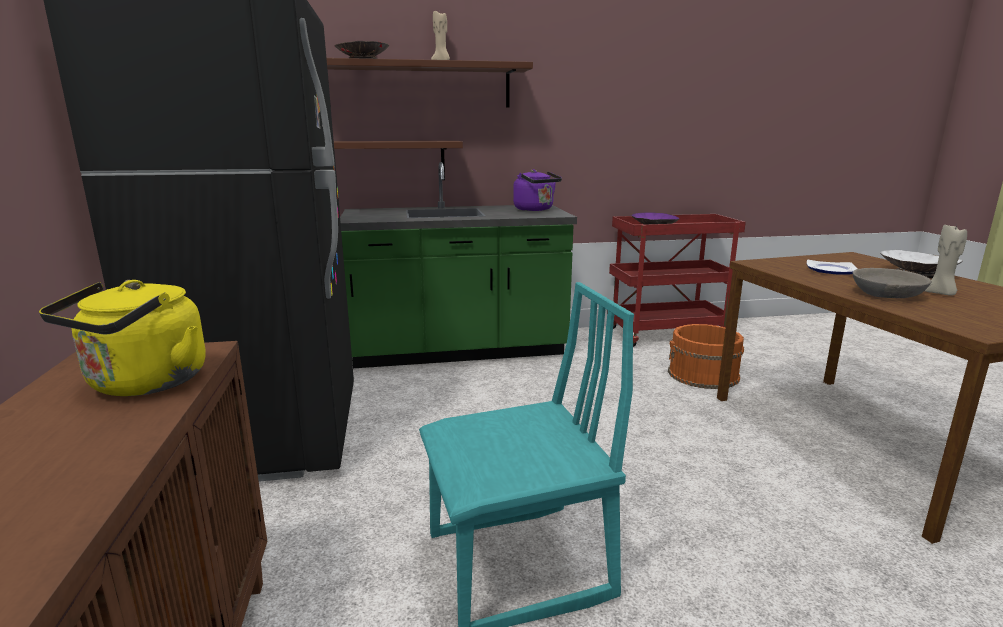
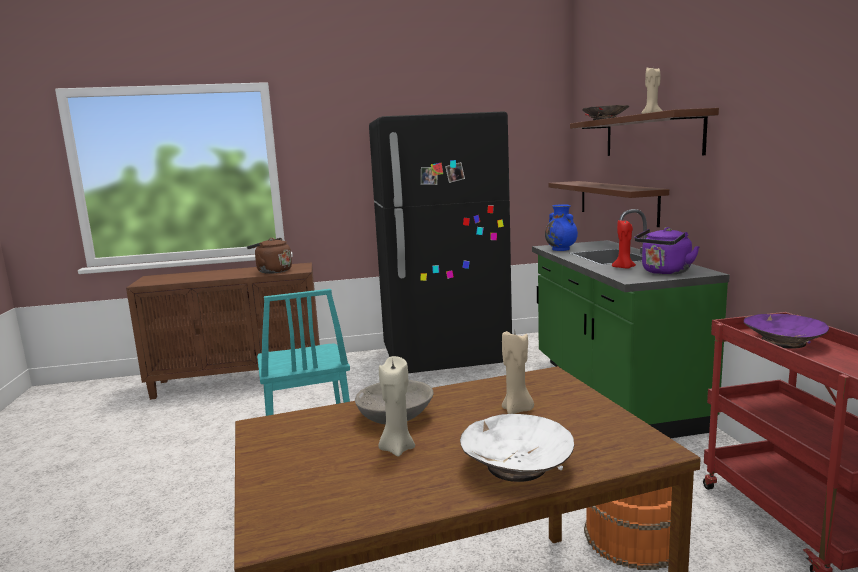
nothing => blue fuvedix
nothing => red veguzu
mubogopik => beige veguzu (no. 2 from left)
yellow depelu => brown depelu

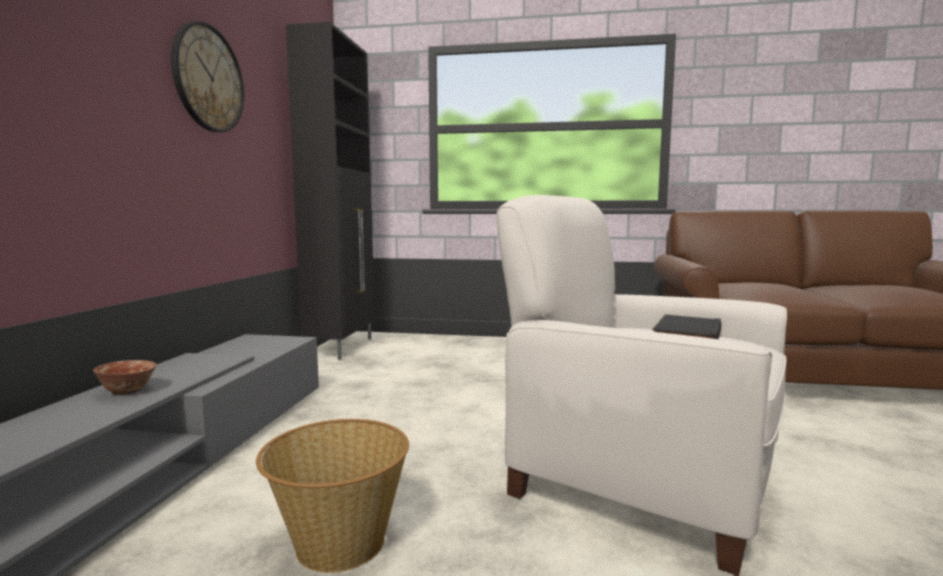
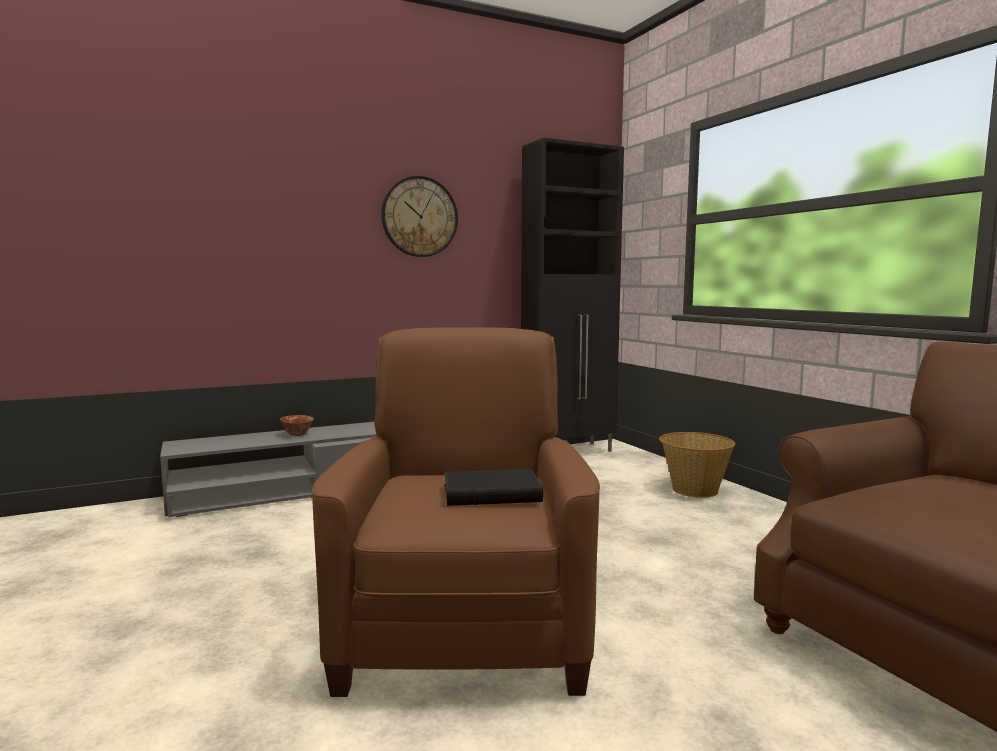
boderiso, shifted
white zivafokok => brown zivafokok

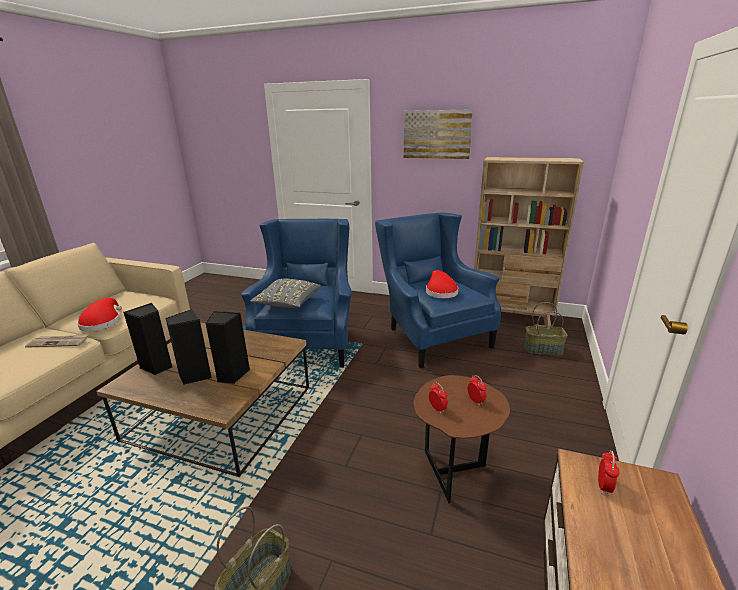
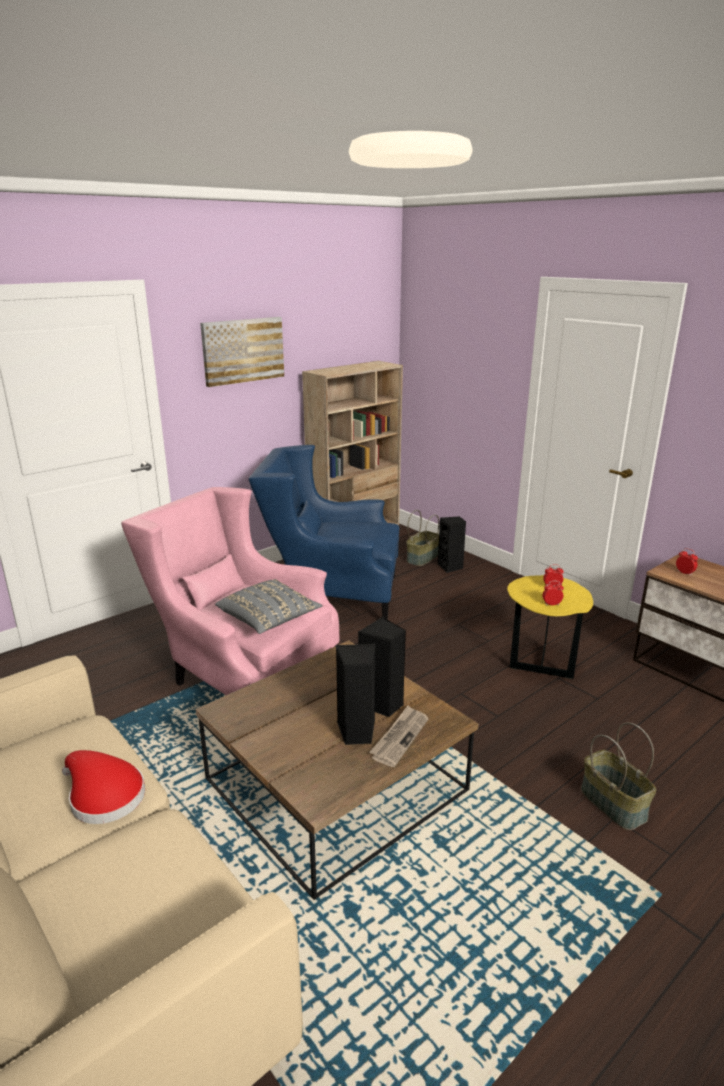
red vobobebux (no. 2 from left) => nothing
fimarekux, shifted
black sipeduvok (no. 1 from left in the first image) => black sipeduvok (no. 3 from left), shifted
blue zivafokok (no. 1 from left) => pink zivafokok
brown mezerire => yellow mezerire

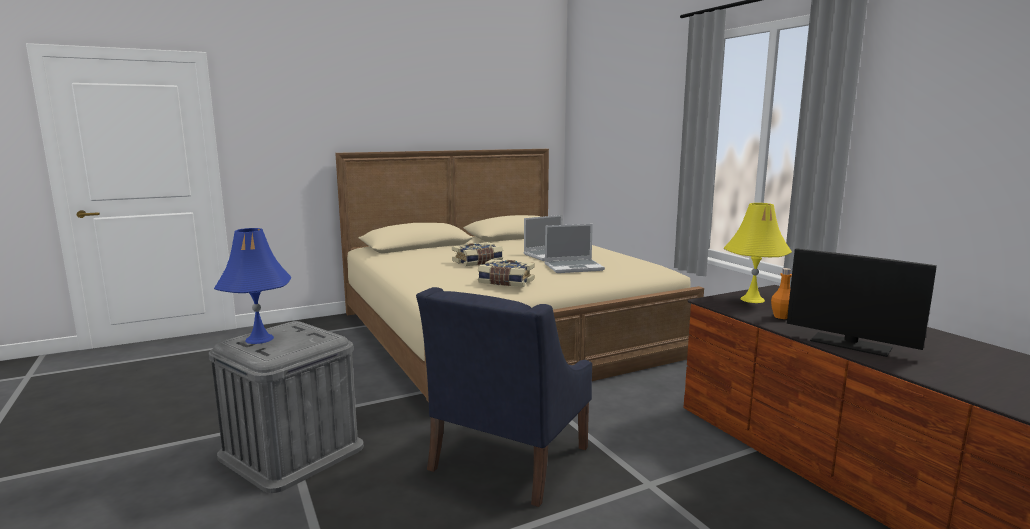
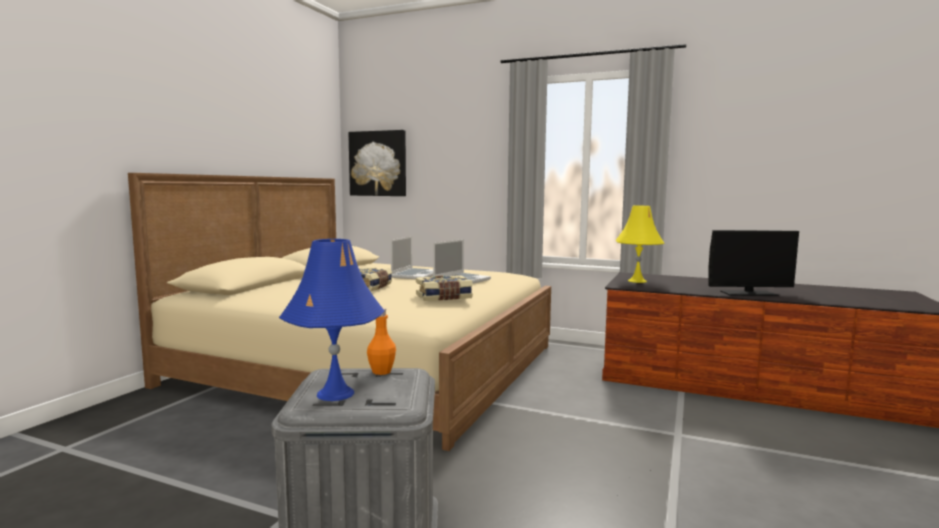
blue zivafokok => nothing
nothing => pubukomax
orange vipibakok, shifted

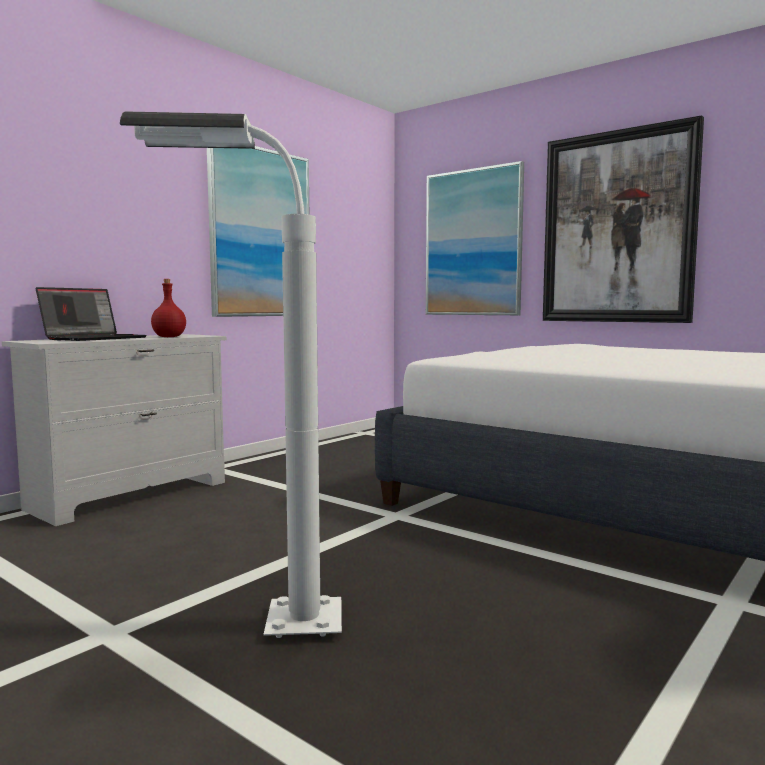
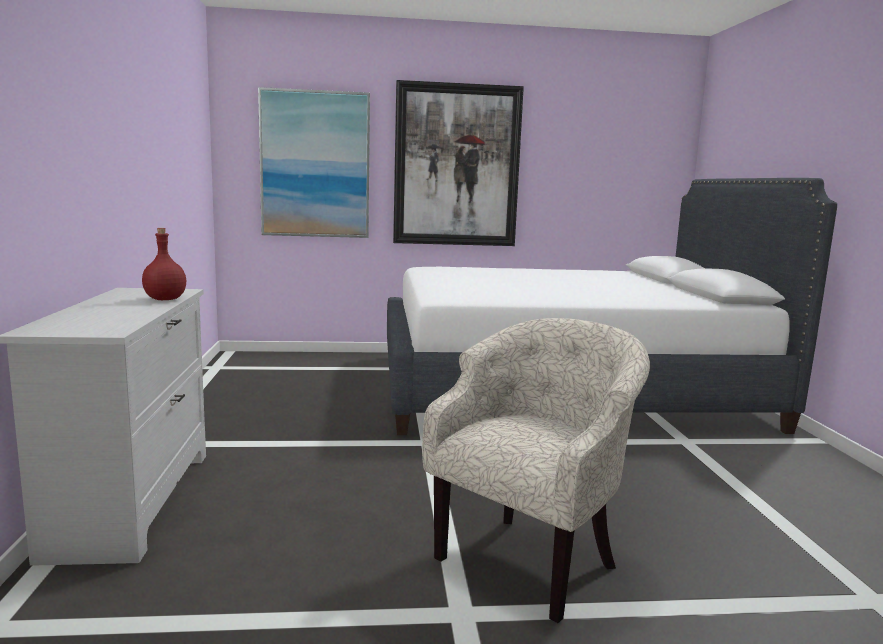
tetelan => nothing
pubukomax (no. 1 from left) => nothing
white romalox => beige zivafokok

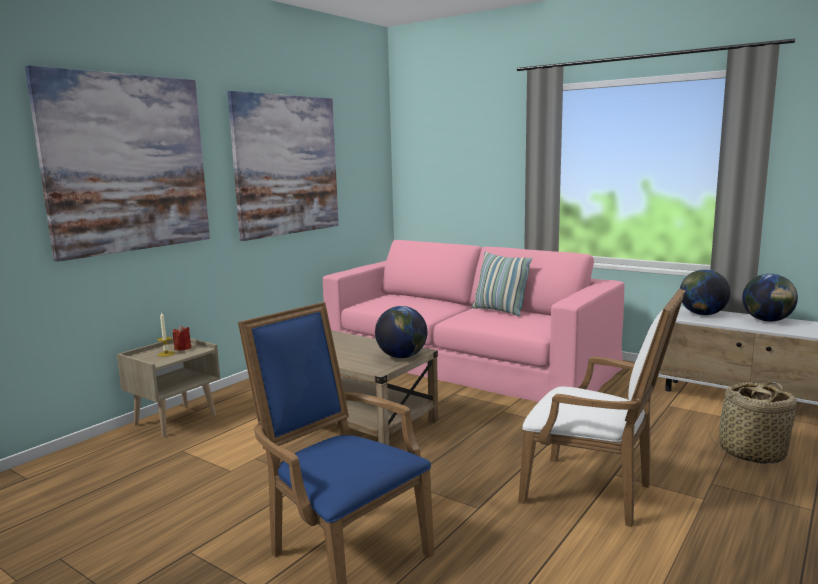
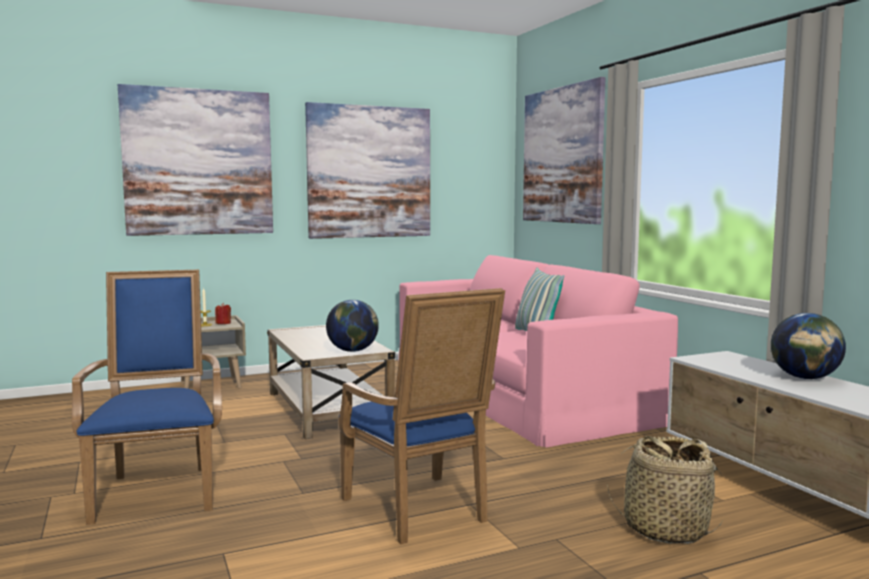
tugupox (no. 2 from left) => nothing
nothing => pubukomax (no. 3 from left)
white zivafokok => blue zivafokok (no. 2 from left)

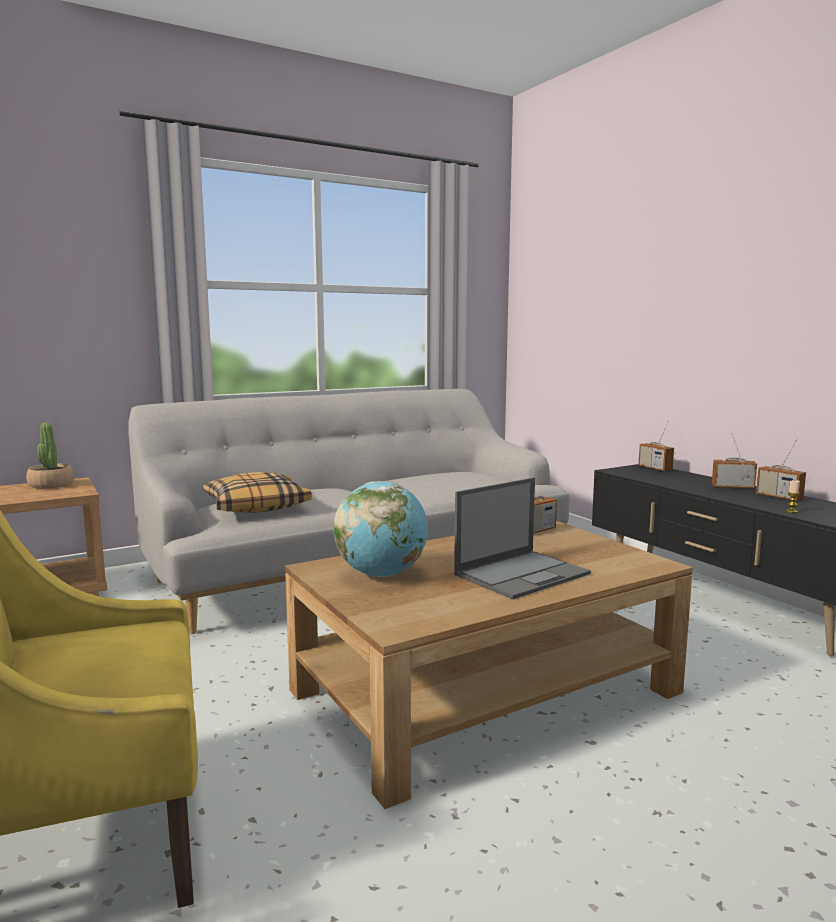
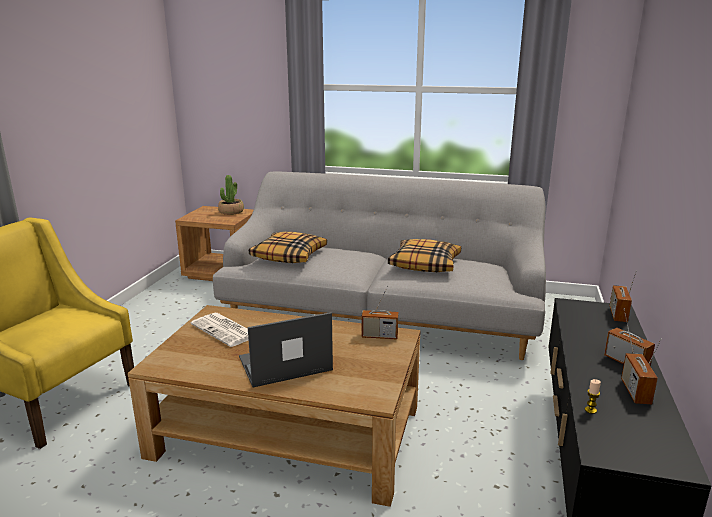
nothing => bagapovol (no. 2 from left)
tugupox => fimarekux
tetelan, 150 degrees clockwise

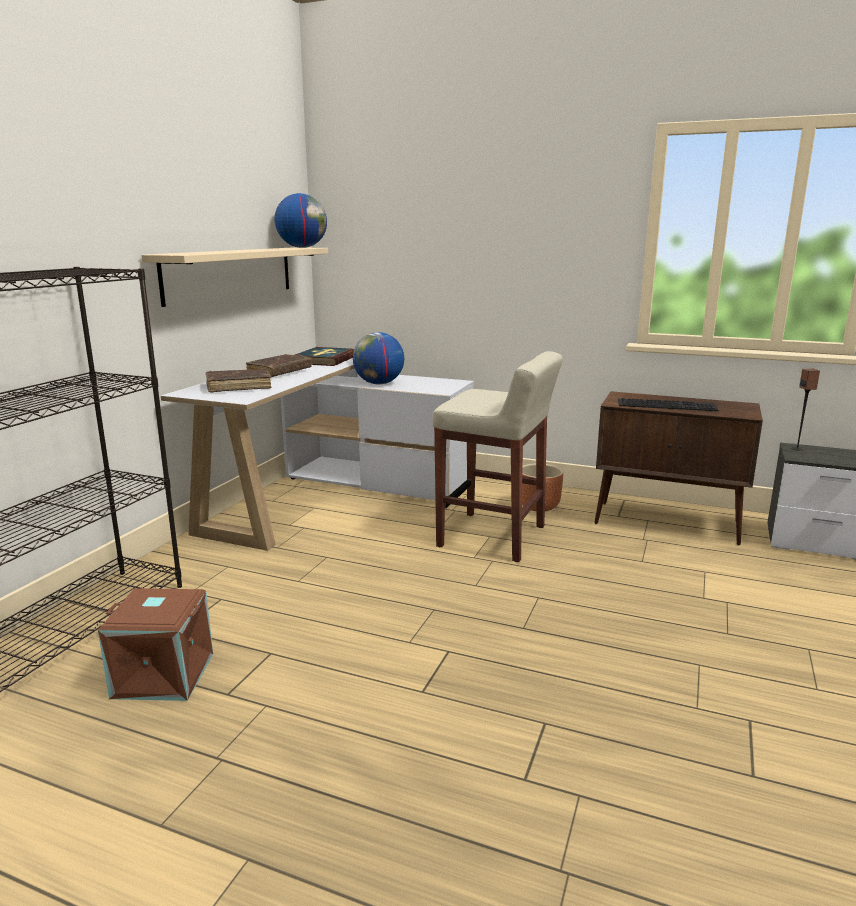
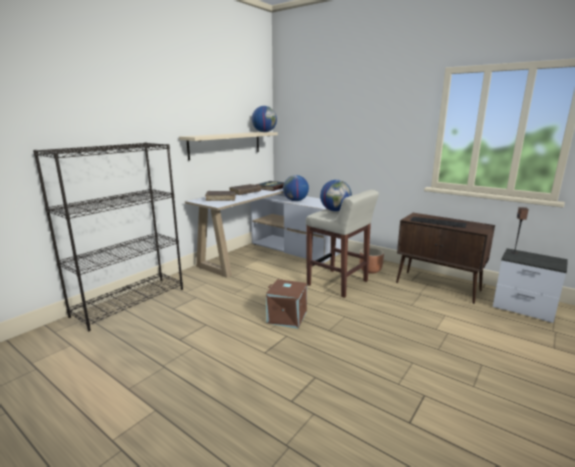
nothing => tugupox (no. 3 from left)
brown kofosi, shifted

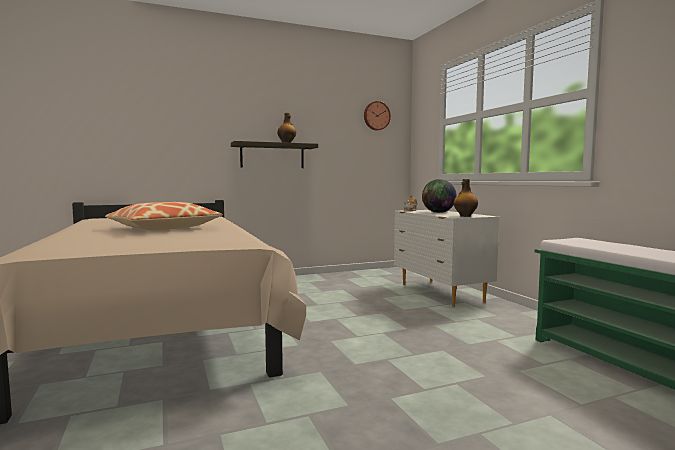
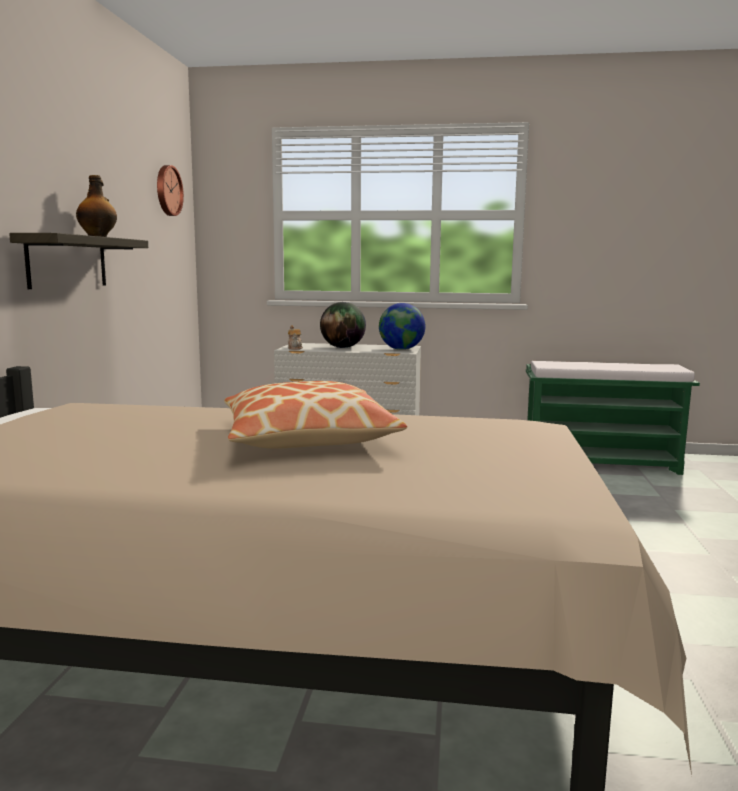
vipibakok (no. 2 from left) => tugupox (no. 2 from left)

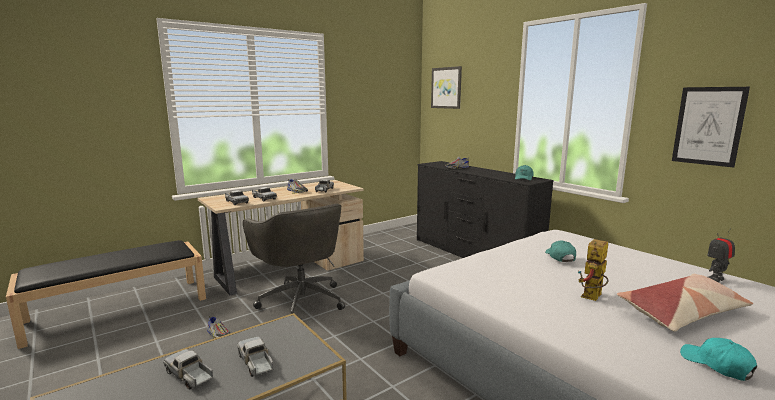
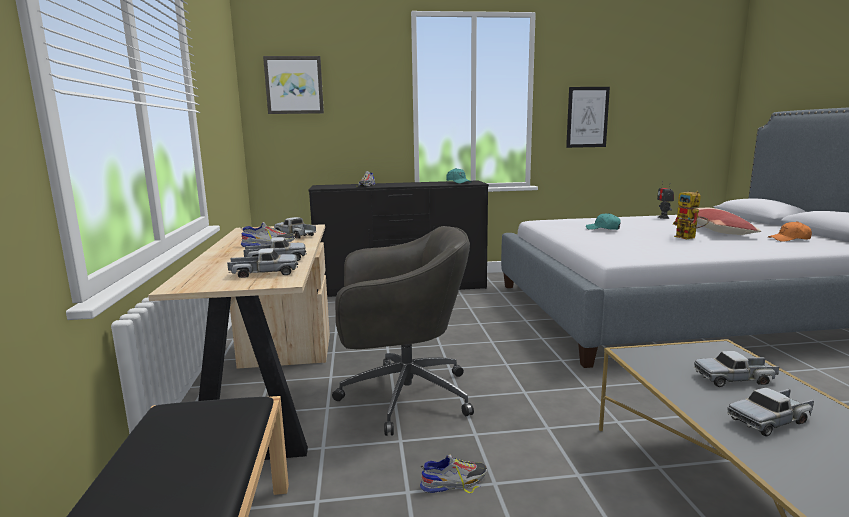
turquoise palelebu (no. 3 from left) => orange palelebu

